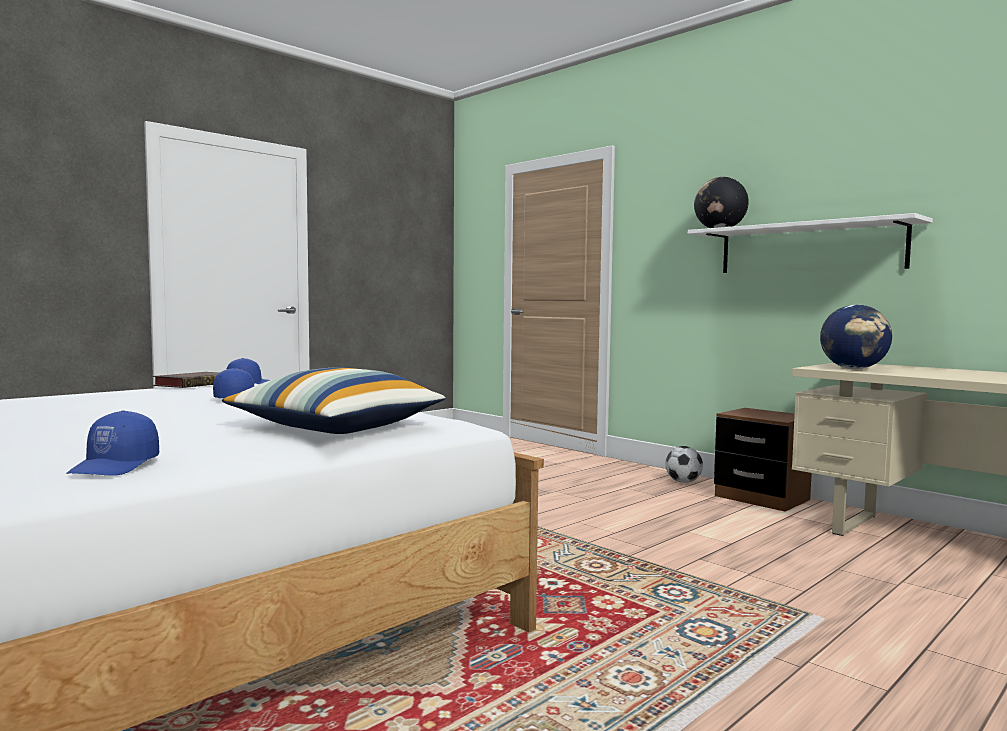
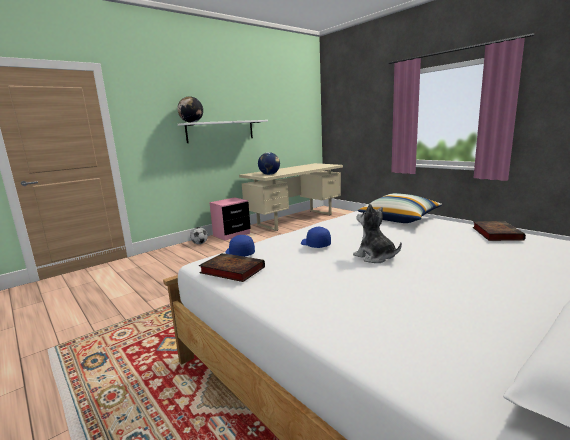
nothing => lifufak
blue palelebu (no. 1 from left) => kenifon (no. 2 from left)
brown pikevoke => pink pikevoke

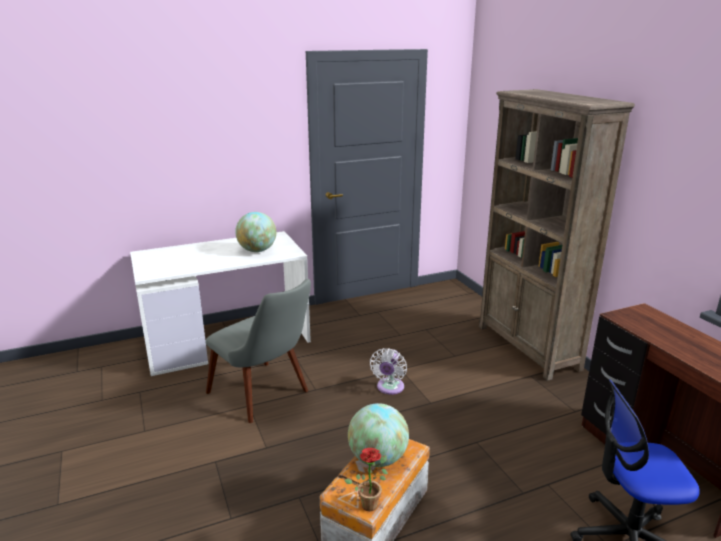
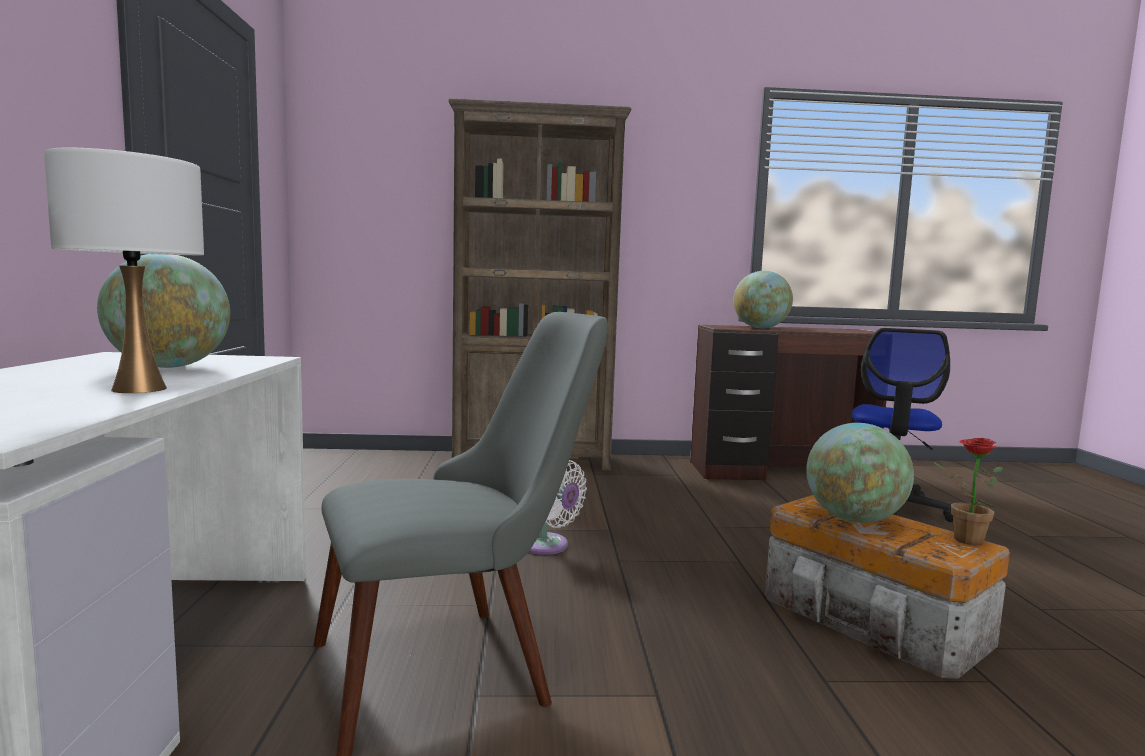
nothing => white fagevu
nothing => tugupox (no. 2 from left)

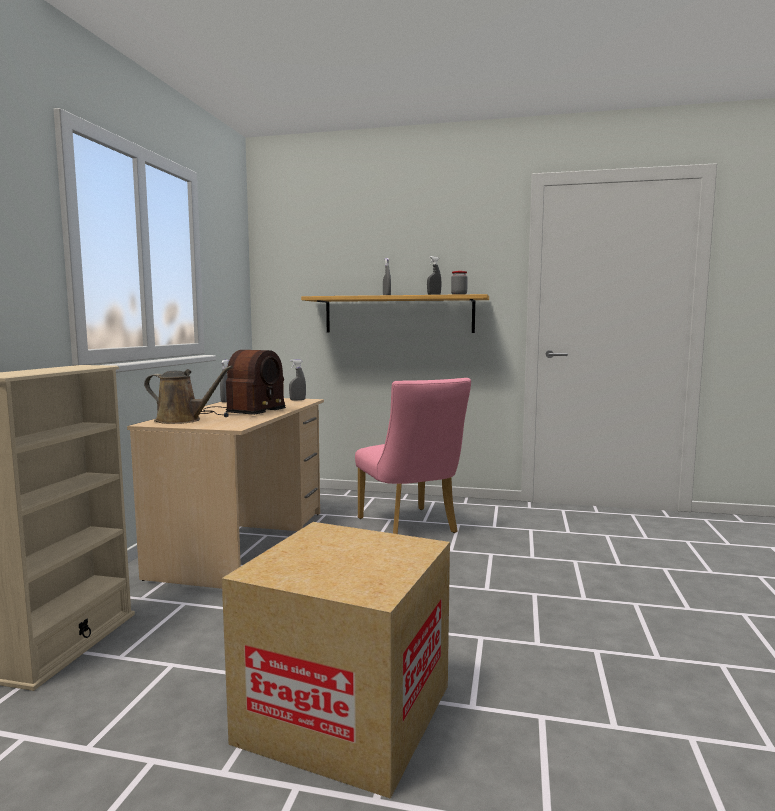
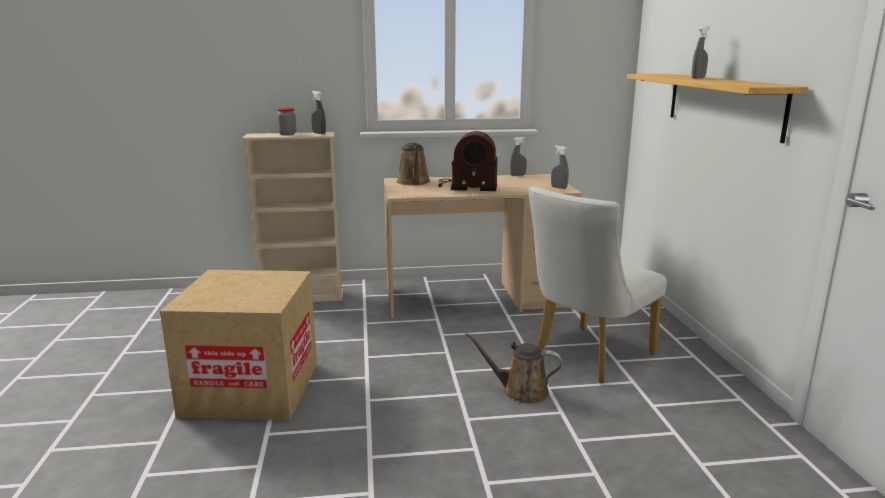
nothing => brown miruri (no. 2 from left)
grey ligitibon (no. 4 from left in the first image) => grey ligitibon (no. 1 from left), shifted
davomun, shifted
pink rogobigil => white rogobigil

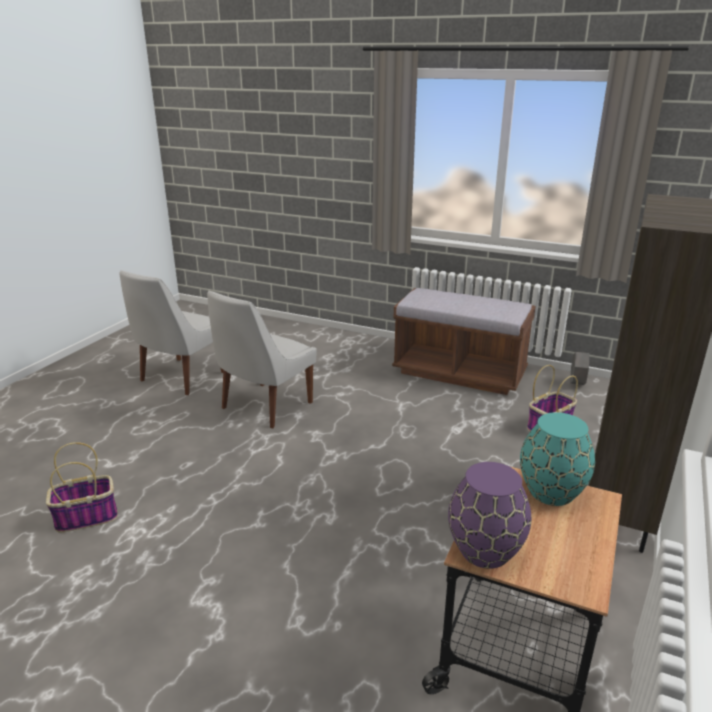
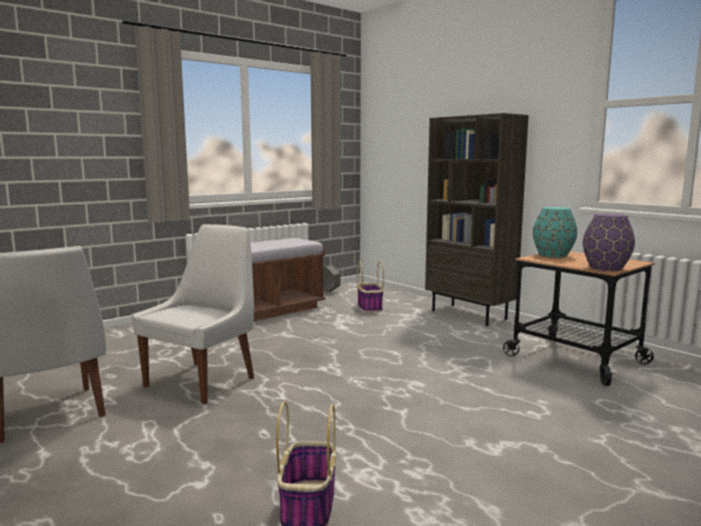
white rogobigil (no. 2 from left), 120 degrees counterclockwise

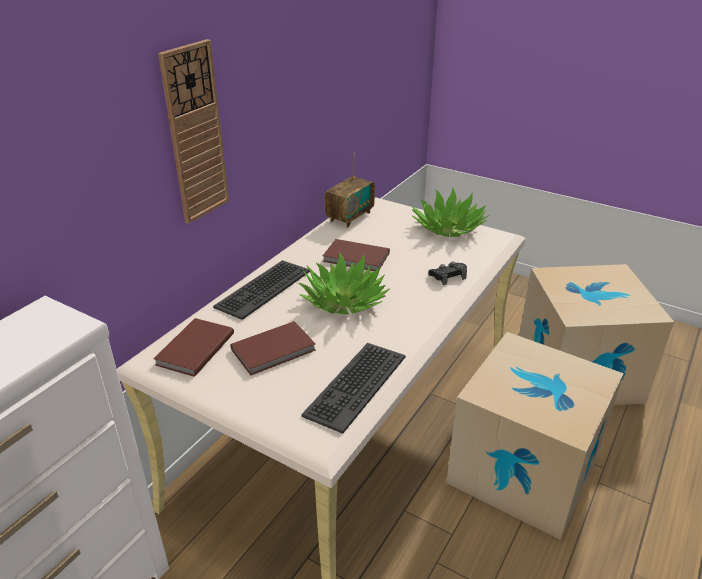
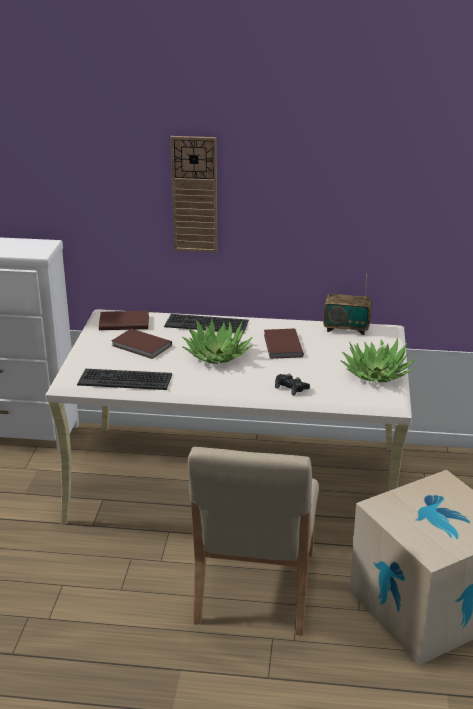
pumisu (no. 1 from left) => beige rogobigil

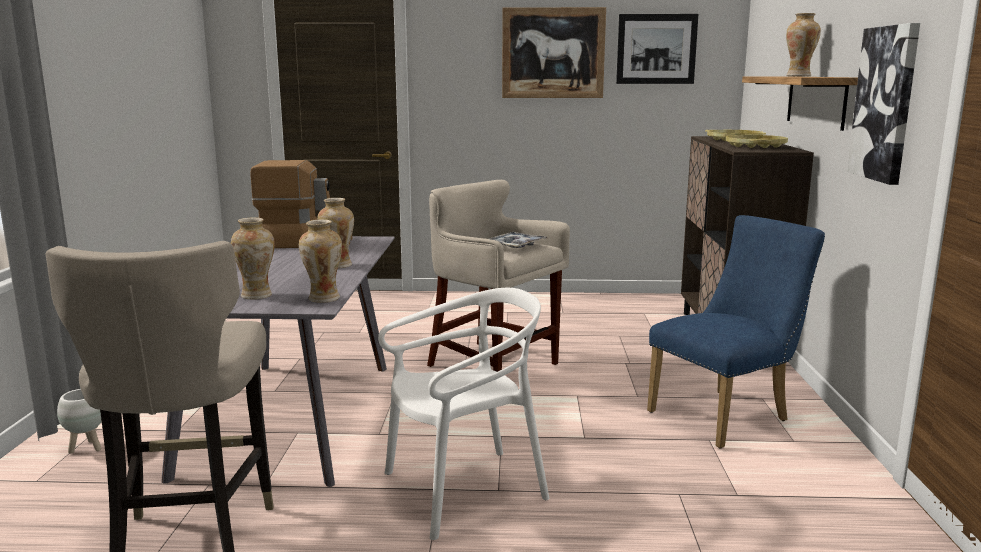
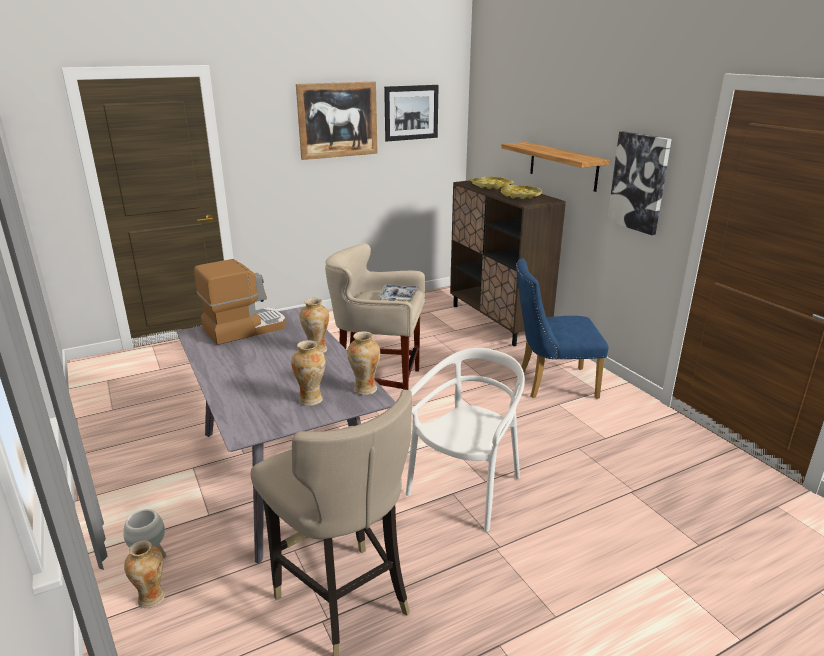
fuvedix (no. 4 from left in the first image) => fuvedix (no. 1 from left), shifted
blue rogobigil, 120 degrees counterclockwise

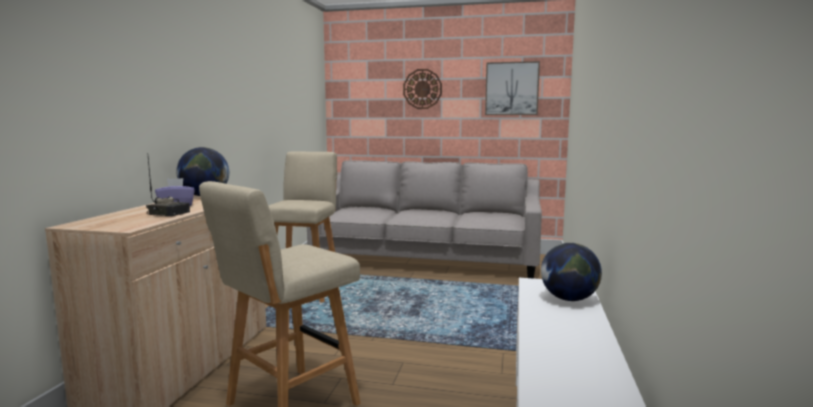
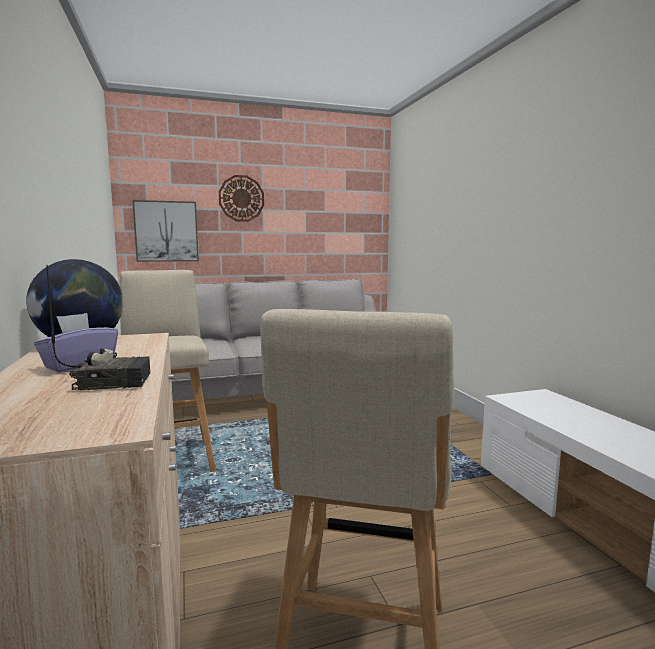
tugupox (no. 2 from left) => nothing
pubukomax, shifted

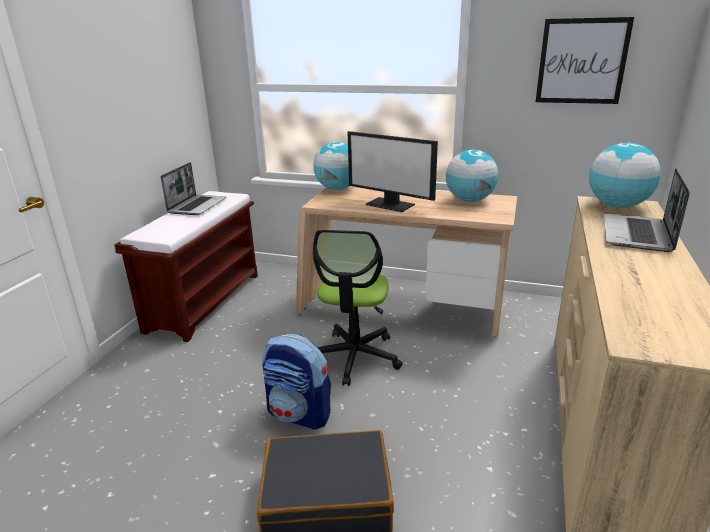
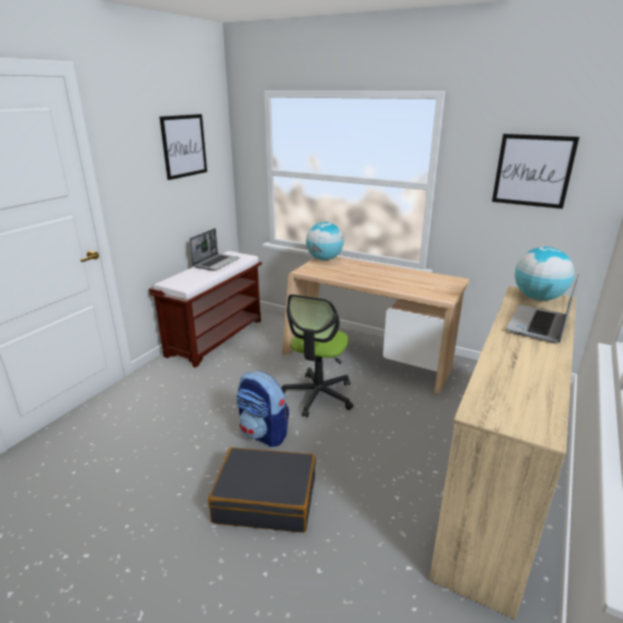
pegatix => nothing
tugupox (no. 2 from left) => nothing
nothing => pubukomax (no. 1 from left)

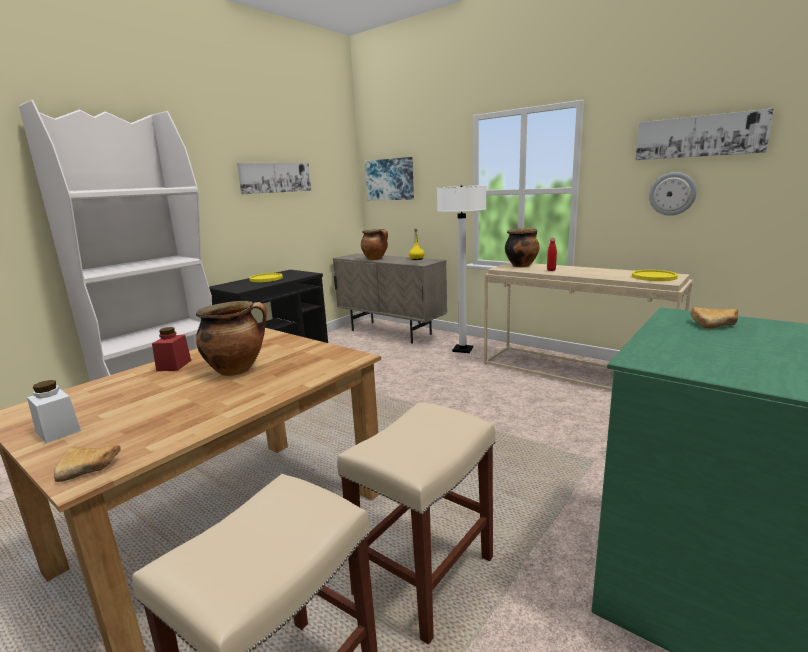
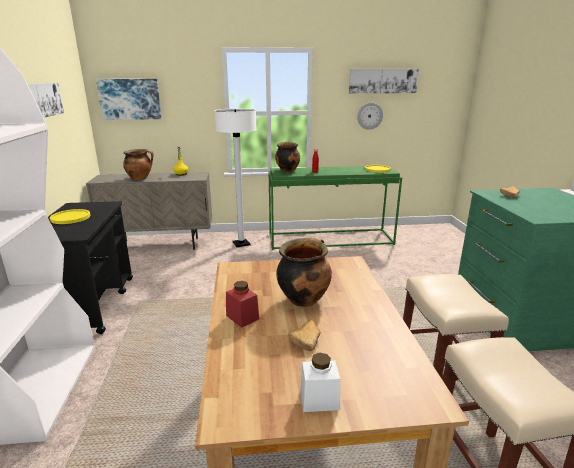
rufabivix (no. 1 from left), shifted
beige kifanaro => green kifanaro

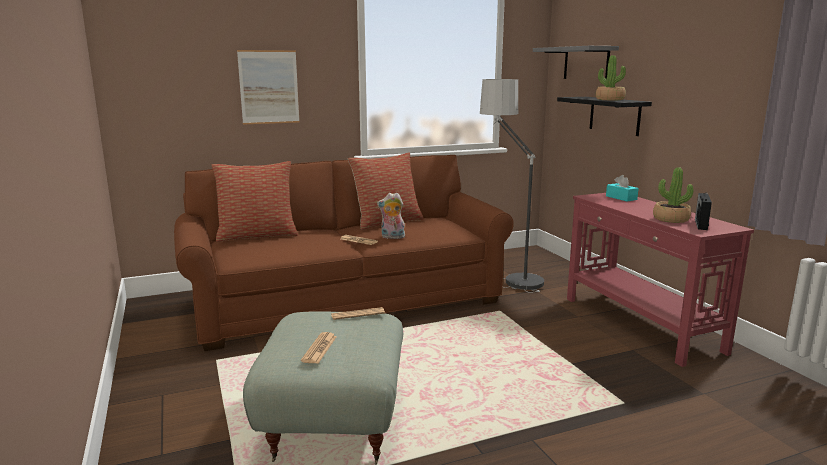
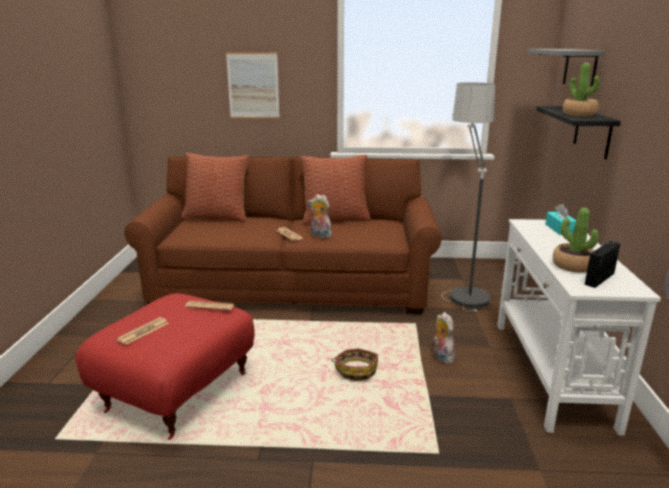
nothing => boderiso
nothing => lifufak (no. 2 from left)
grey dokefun => red dokefun
red kifanaro => white kifanaro

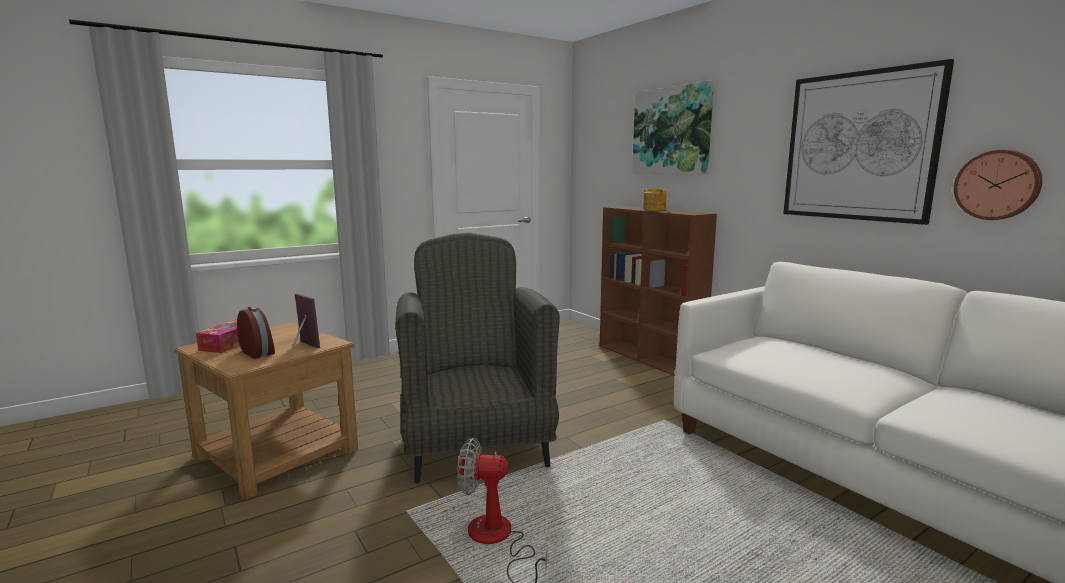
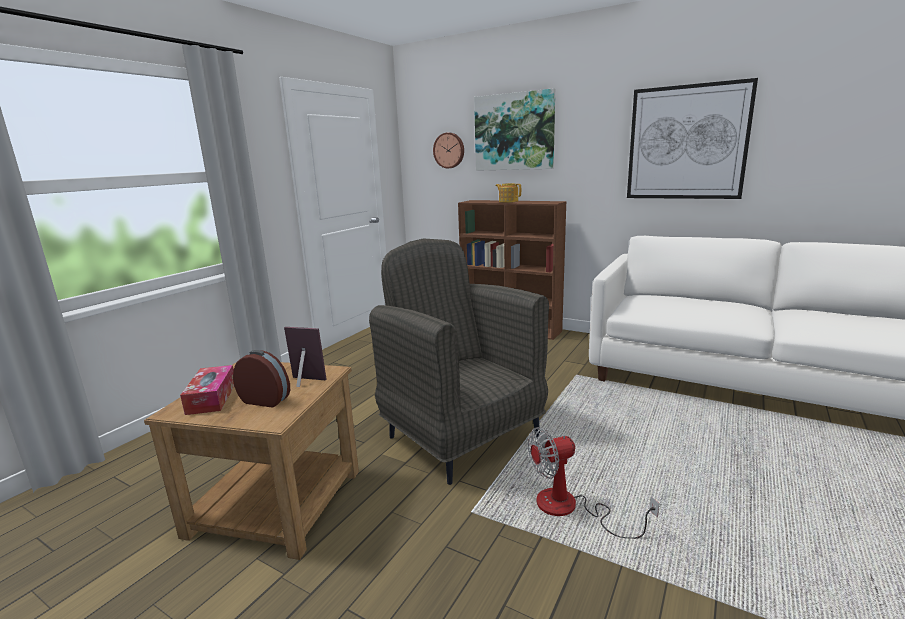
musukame, shifted

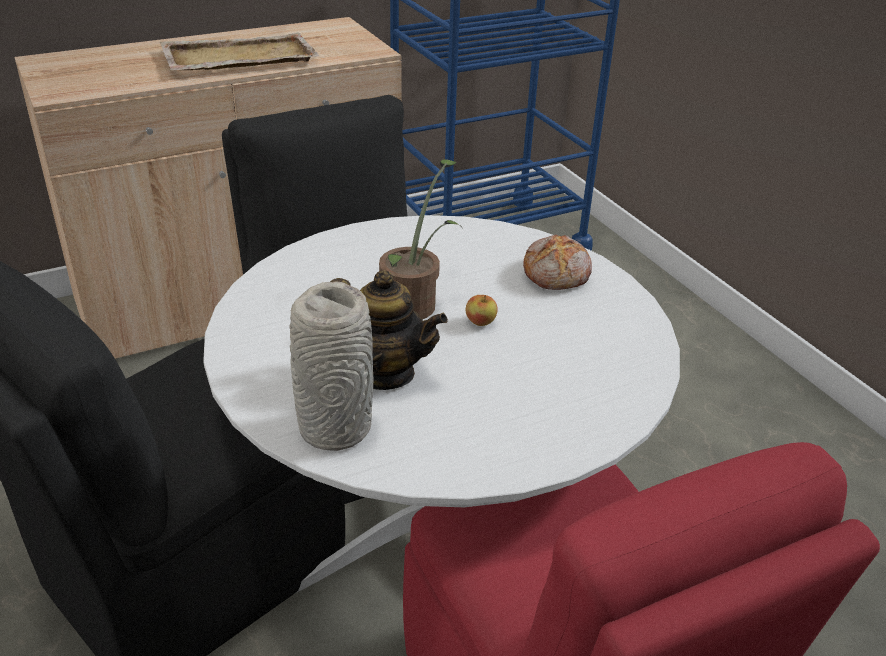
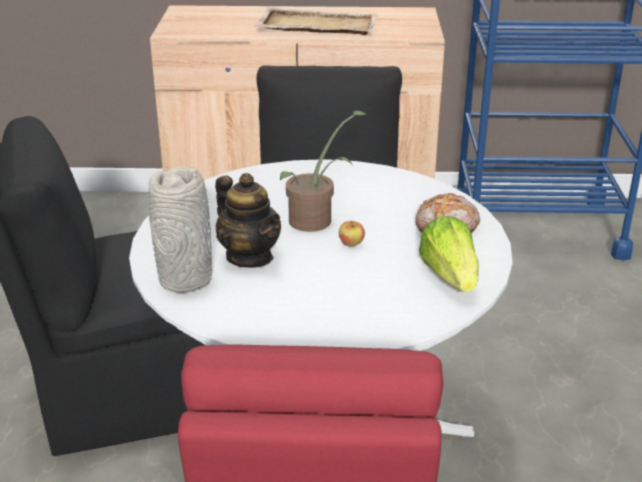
nothing => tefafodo

